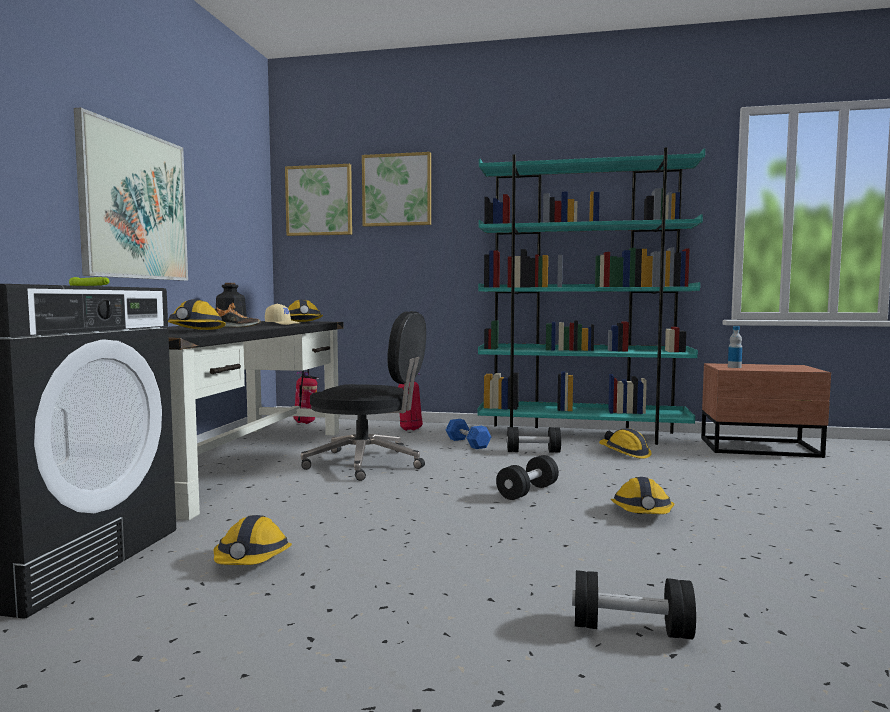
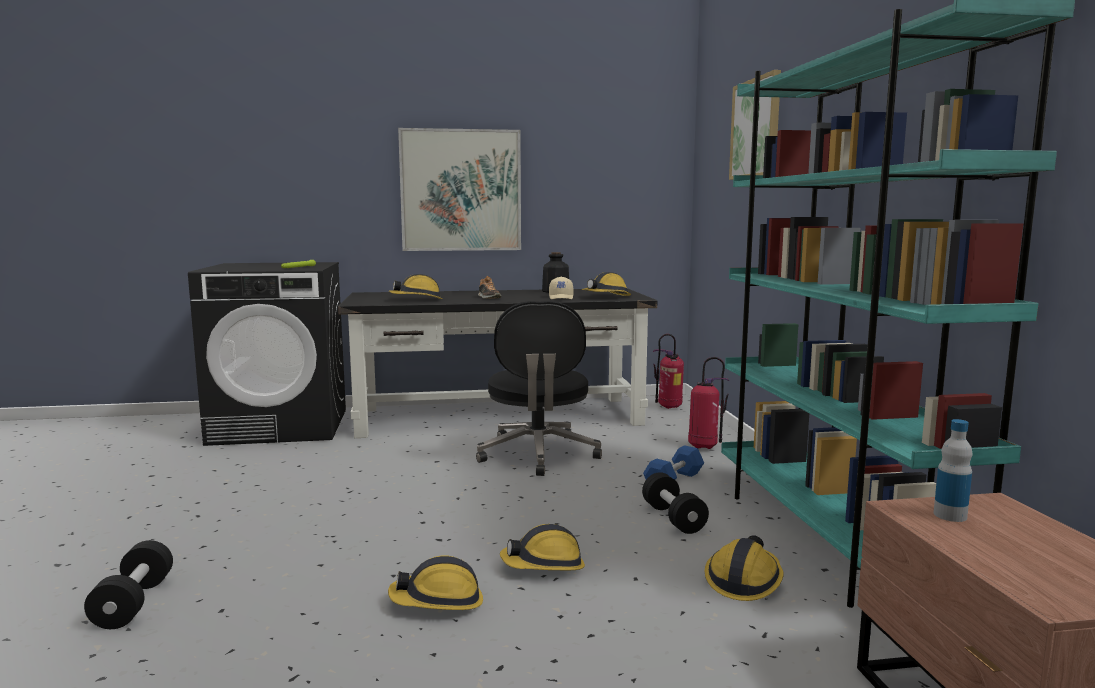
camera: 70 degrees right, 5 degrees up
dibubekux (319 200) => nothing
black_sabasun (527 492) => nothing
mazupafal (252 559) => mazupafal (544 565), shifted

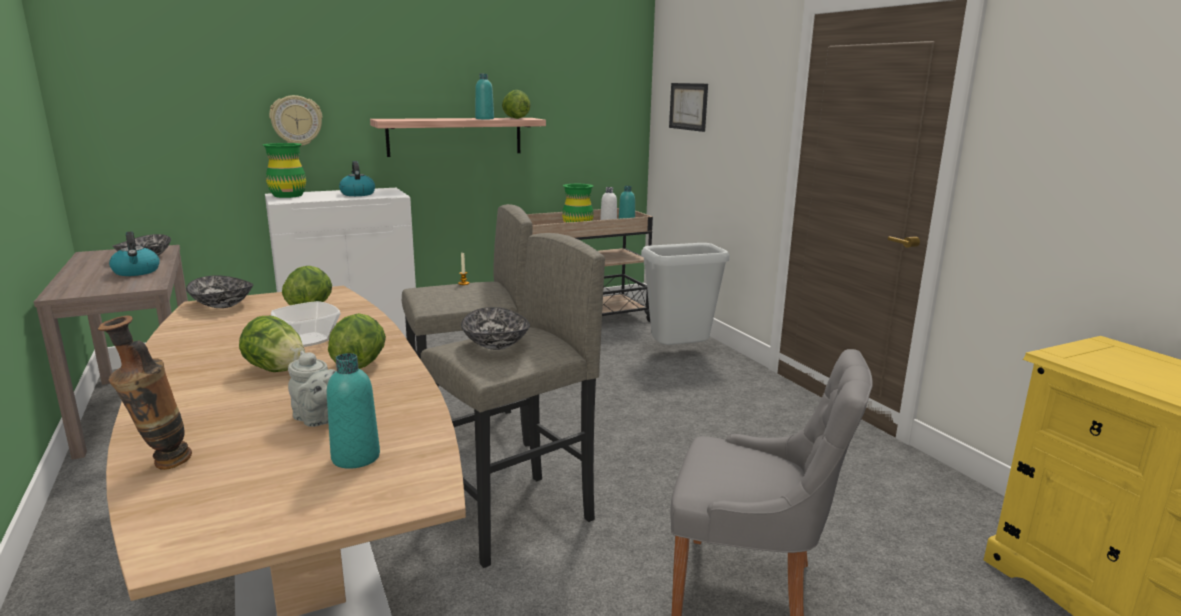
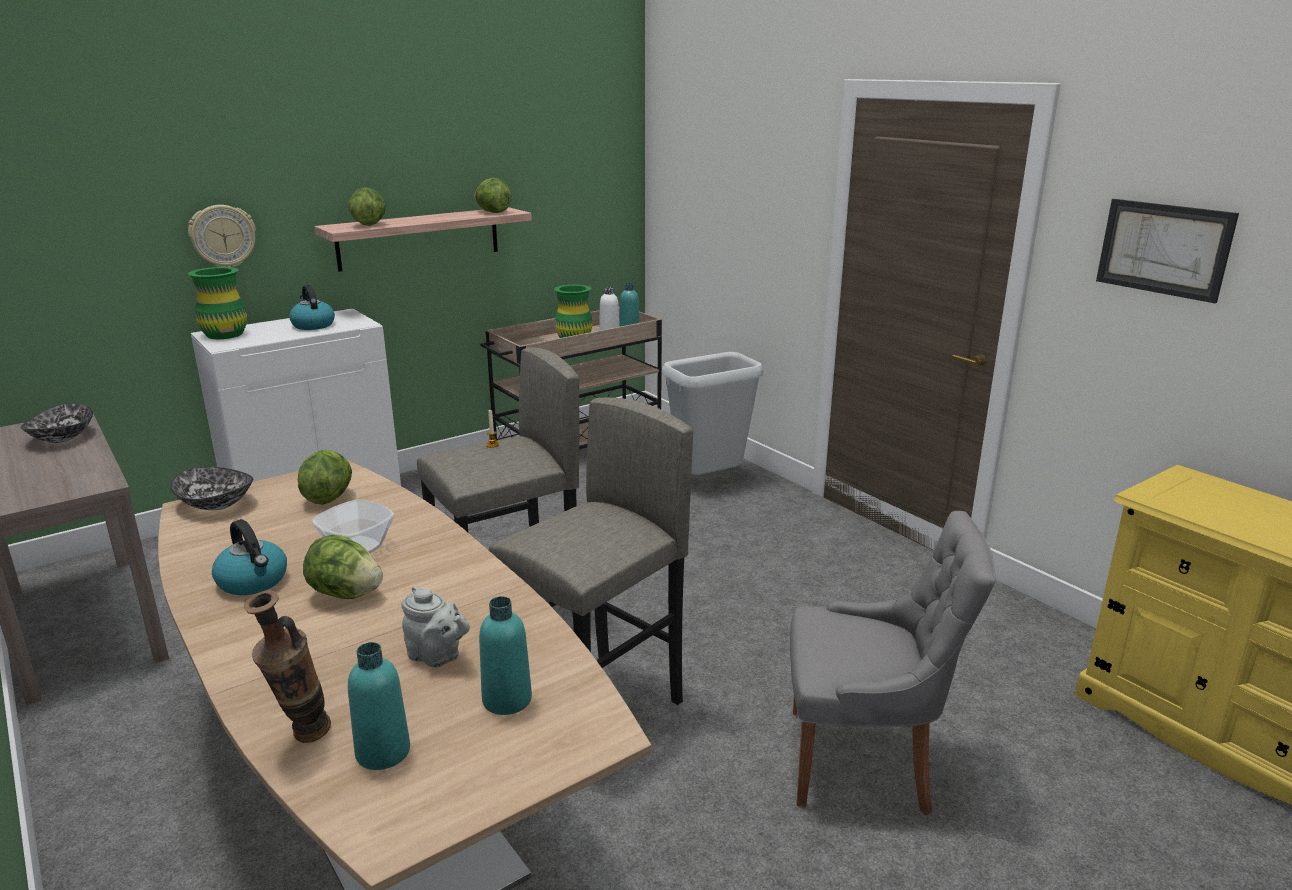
camera: 10 degrees left, 5 degrees up
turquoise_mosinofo (484 119) => turquoise_mosinofo (383 752), shifted
dibubekux (688 106) => dibubekux (1163 249), shifted
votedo (136 272) => votedo (253 581), shifted
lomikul (495 344) => nothing
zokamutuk (359 364) => zokamutuk (369 225), shifted

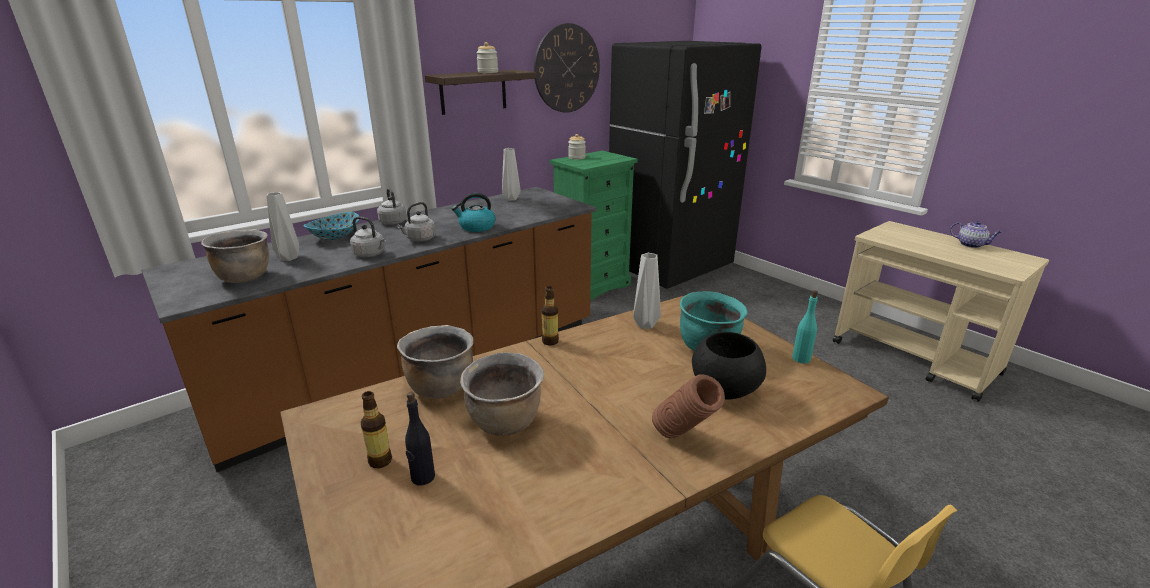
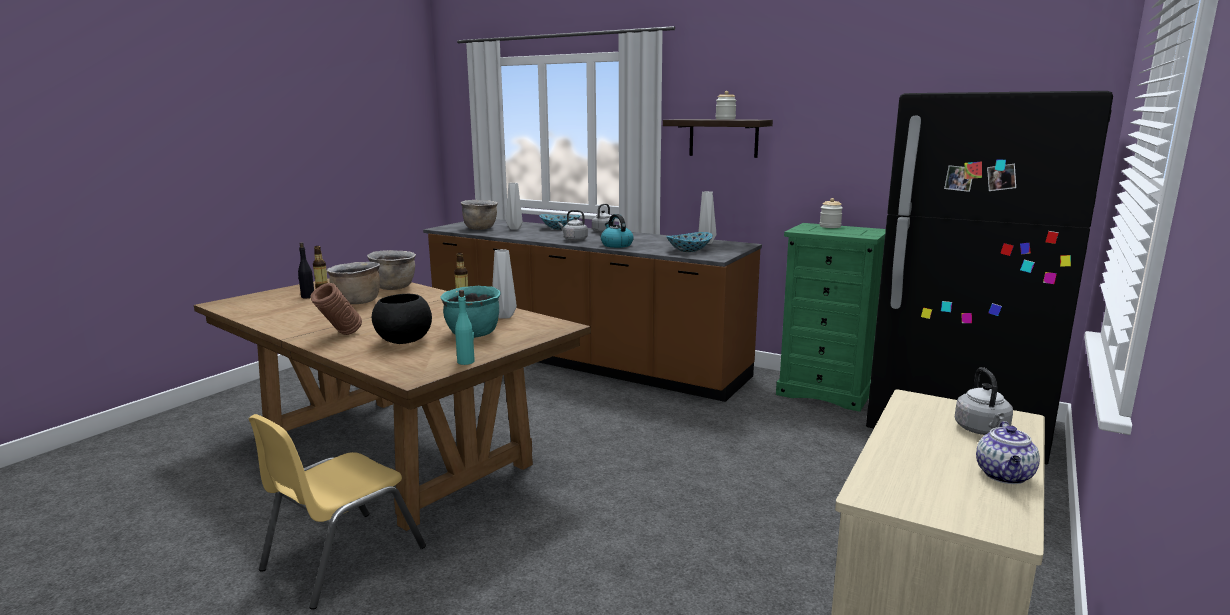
camera: 70 degrees right, 10 degrees down
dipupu (567 69) => nothing
grey_votedo (371 254) => grey_votedo (982 430), shifted
nothing => lomikul (689 250)

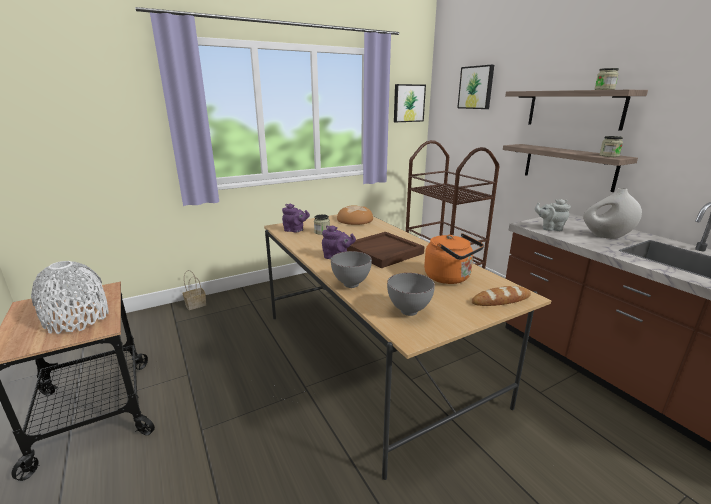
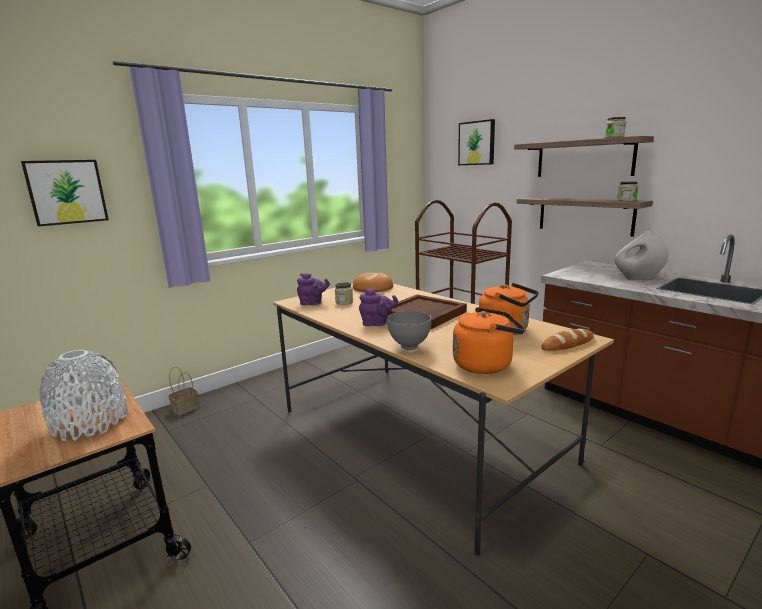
camera: 10 degrees left, 5 degrees down
dibubekux (408 103) => dibubekux (66 192), shifted
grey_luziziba (550 228) => nothing
grey_lomikul (409 312) => orange_votedo (486 364)

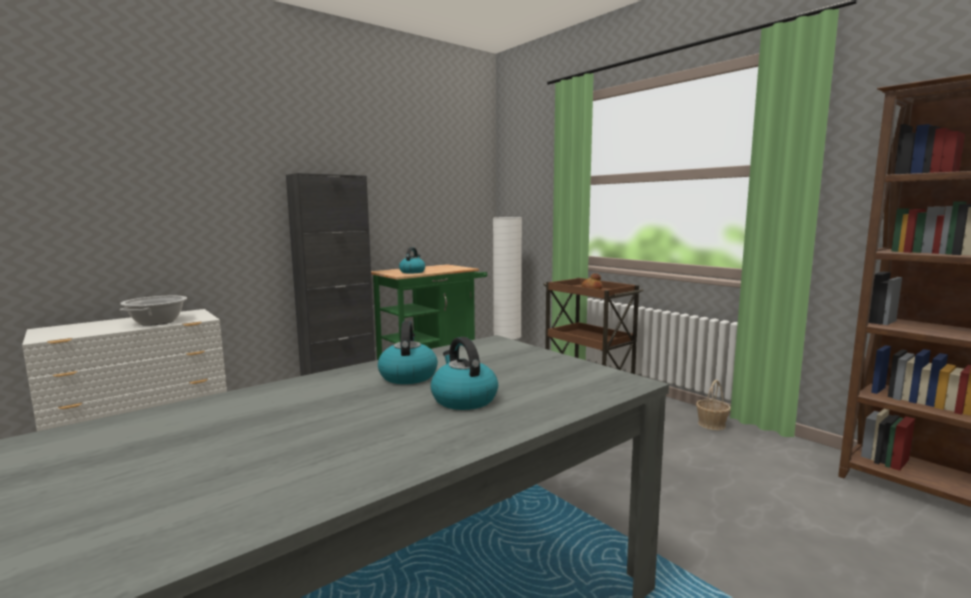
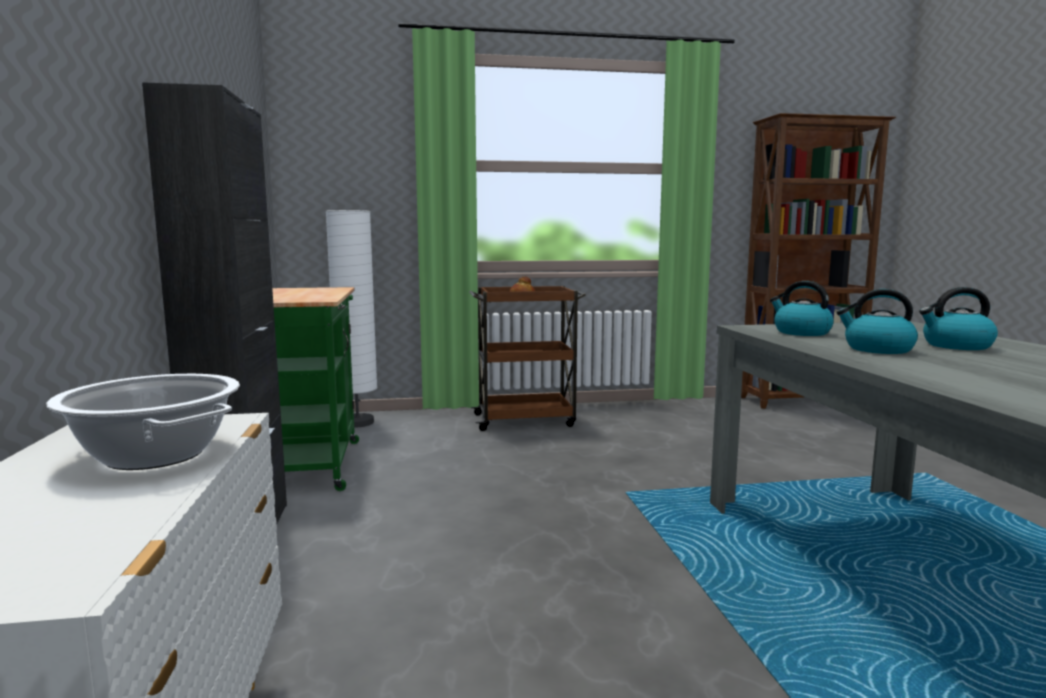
camera: 60 degrees left, 0 degrees up
votedo (412 272) => votedo (801 332), shifted
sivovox (711 424) => nothing

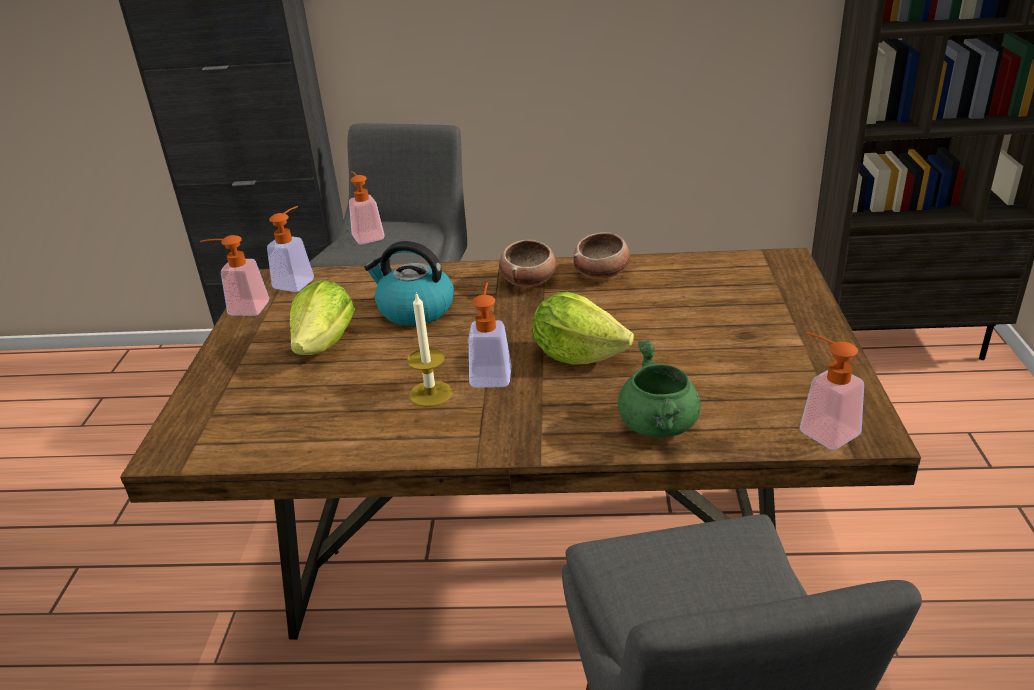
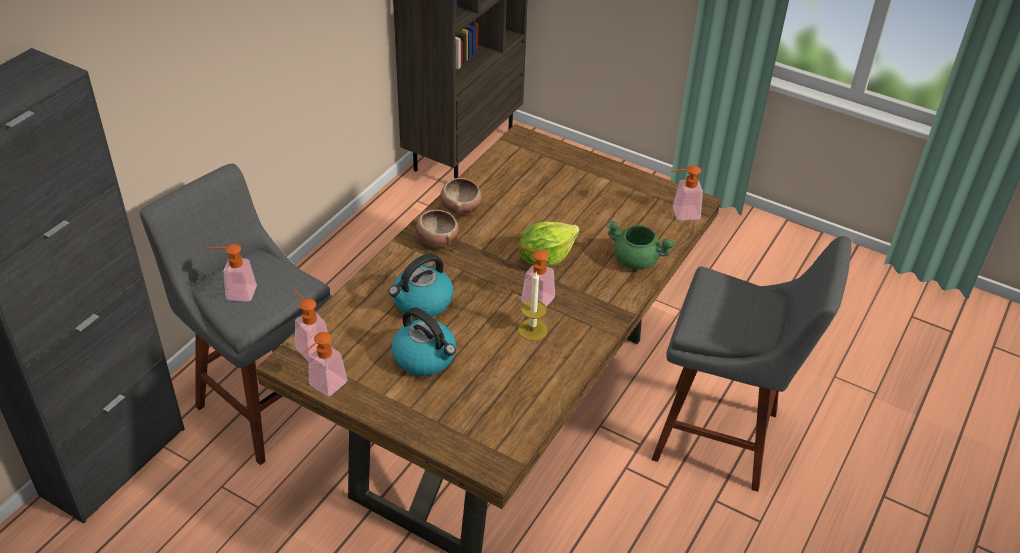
camera: 65 degrees left, 10 degrees up
zokamutuk (325 344) => votedo (425 357)

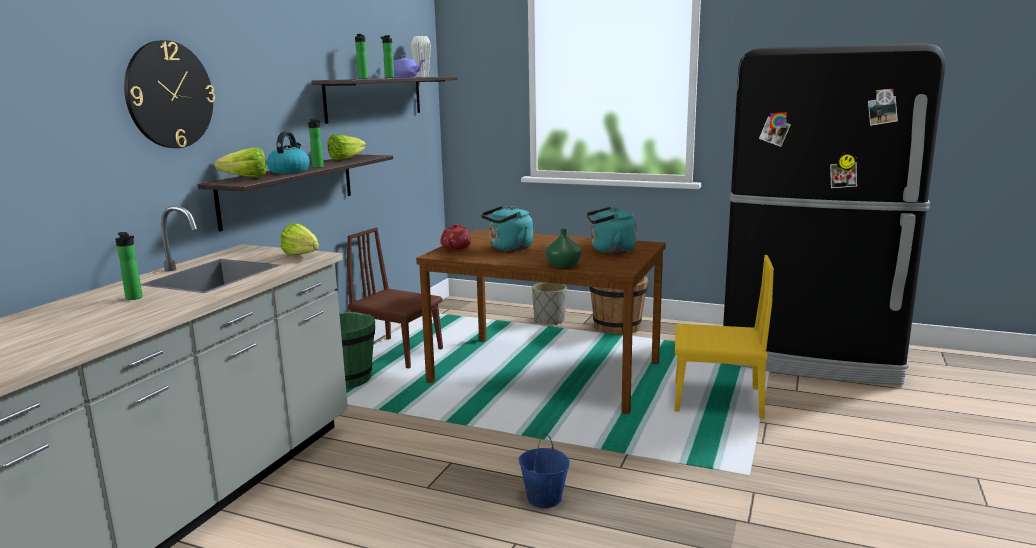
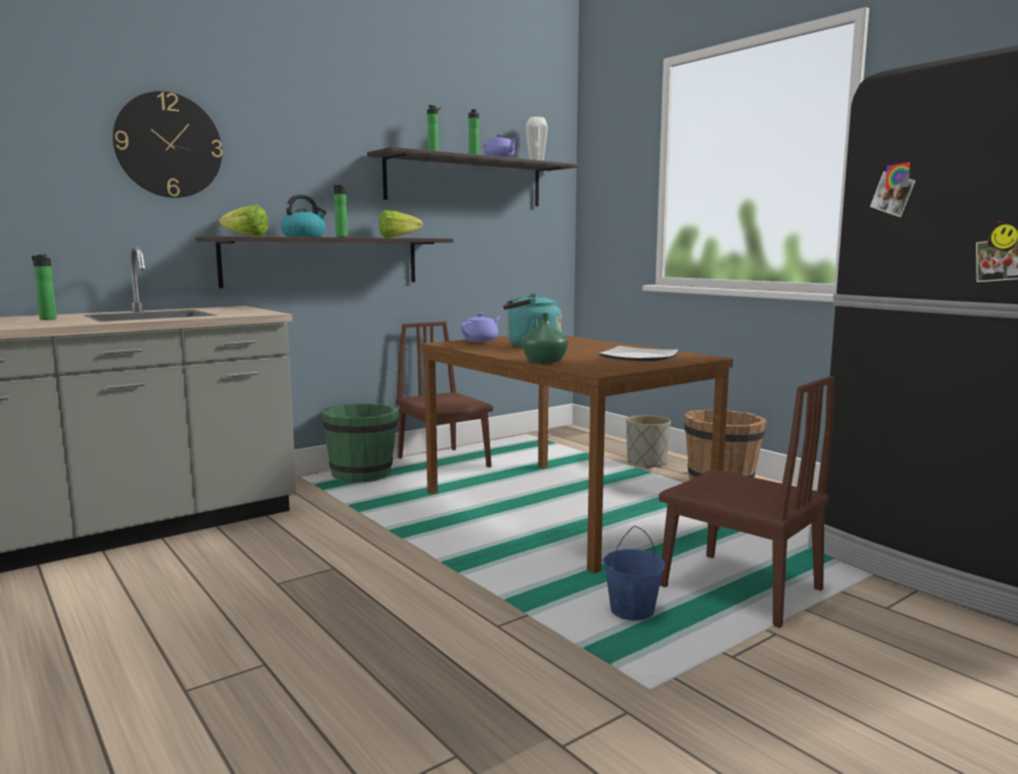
camera: 30 degrees right, 5 degrees down
turquoise_votedo (610 250) => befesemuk (638 357)
zokamutuk (303 256) => nothing
red_luziziba (456 247) => purple_luziziba (481 340)
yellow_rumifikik (717 400) => brown_rumifikik (740 588)
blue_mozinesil (543 498) => blue_mozinesil (631 611), shifted

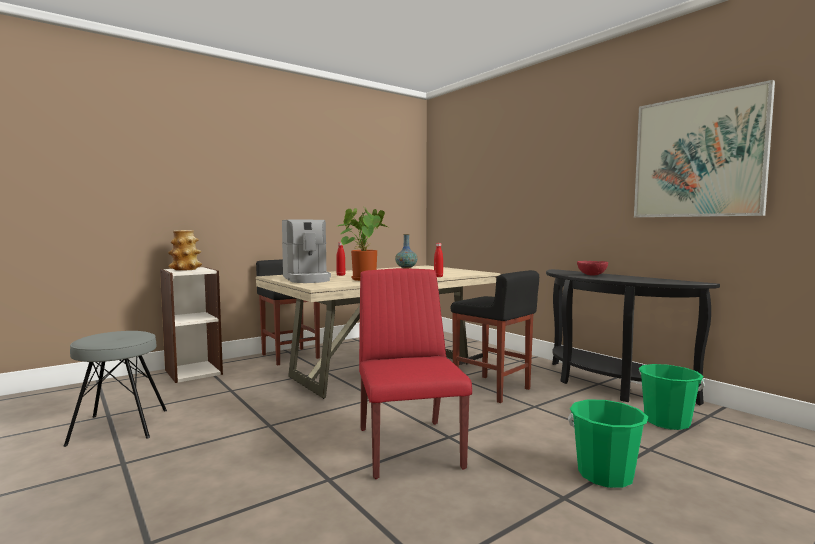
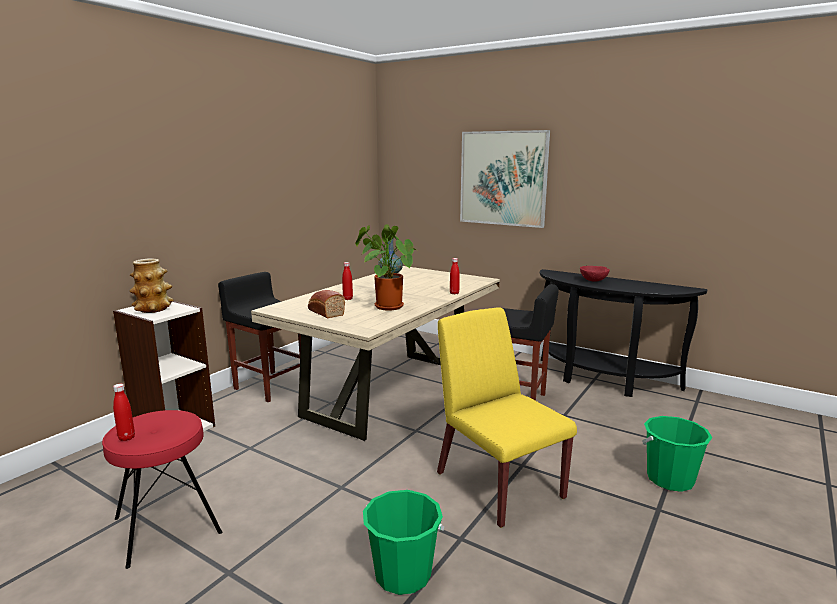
camera: 20 degrees left, 10 degrees up
dibubekux (698 156) => dibubekux (503 178), shifted
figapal (307 279) => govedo (325 312)
red_rumifikik (408 447) => yellow_rumifikik (498 484)
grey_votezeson (120 427) => red_votezeson (167 525)
green_mozinesil (667 422) => green_mozinesil (403 574), shifted
nothing => red_mosinofo (126 438)

